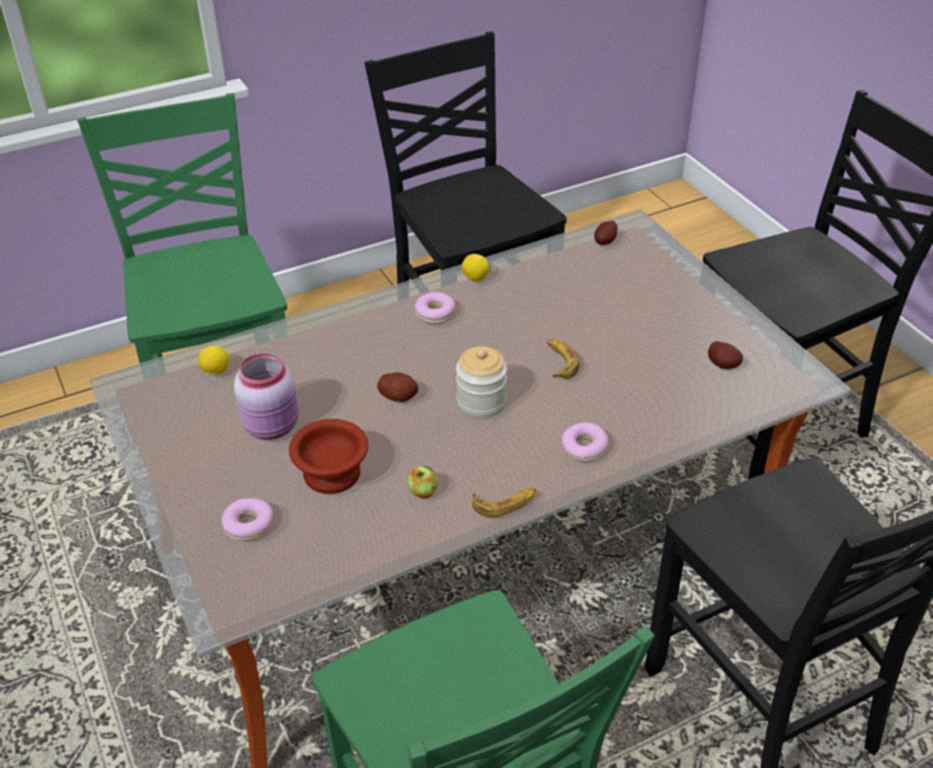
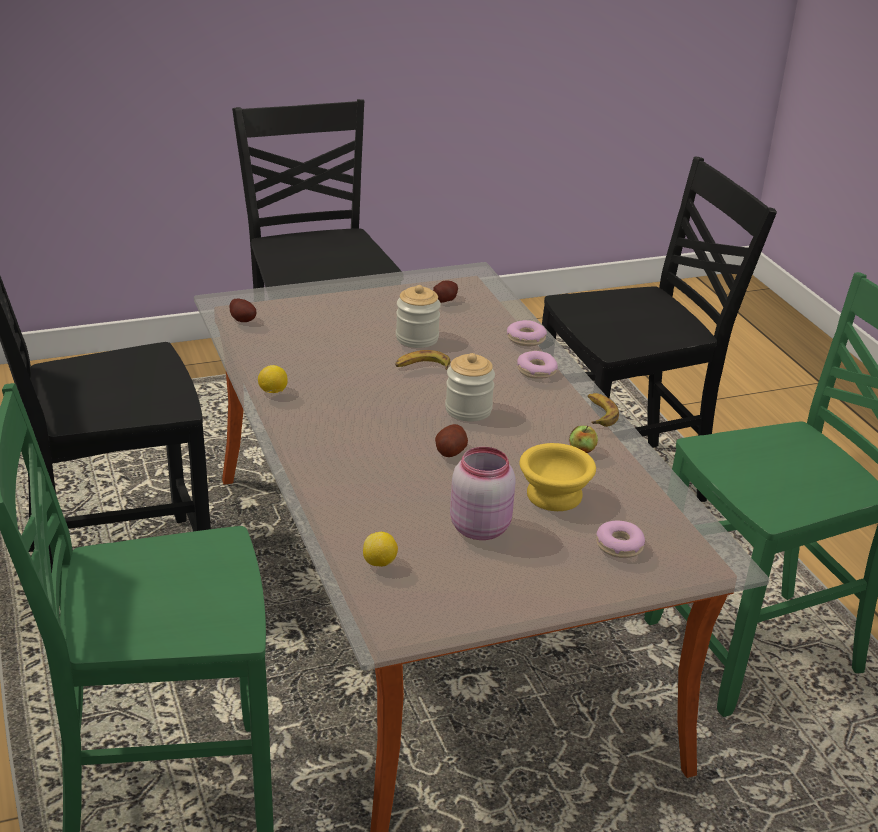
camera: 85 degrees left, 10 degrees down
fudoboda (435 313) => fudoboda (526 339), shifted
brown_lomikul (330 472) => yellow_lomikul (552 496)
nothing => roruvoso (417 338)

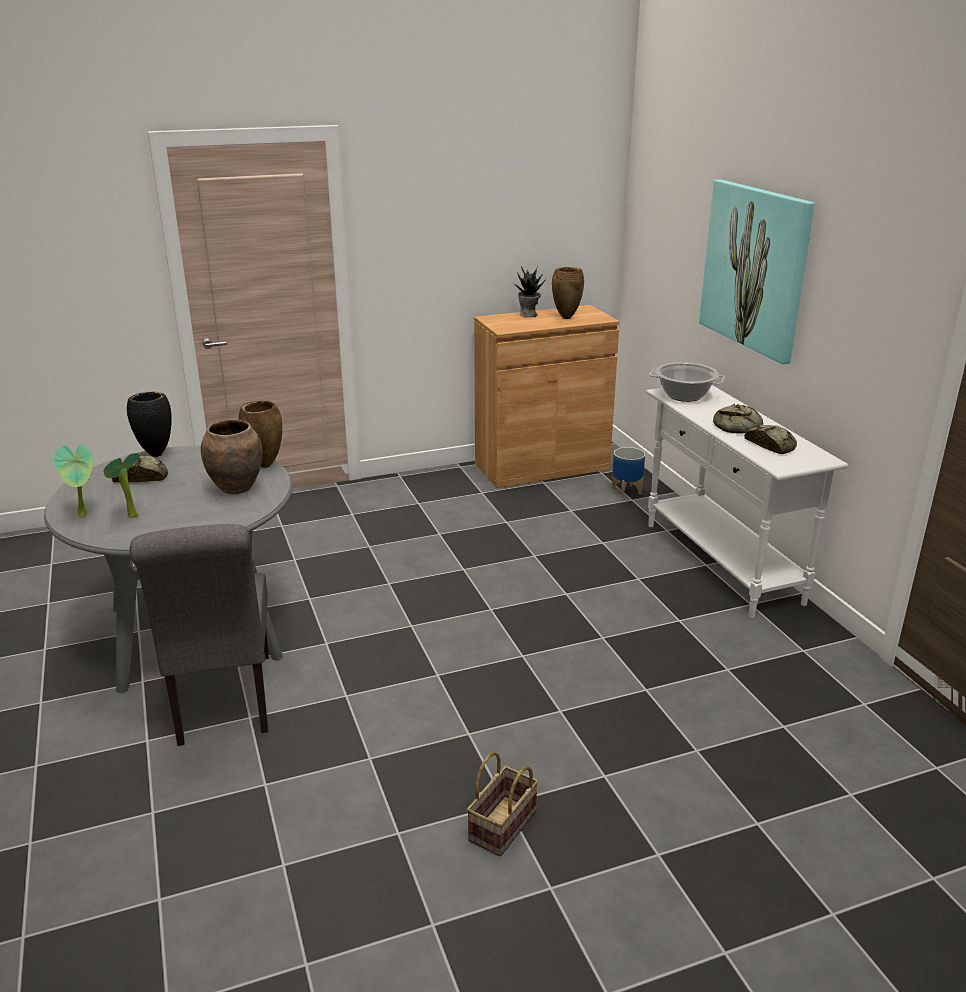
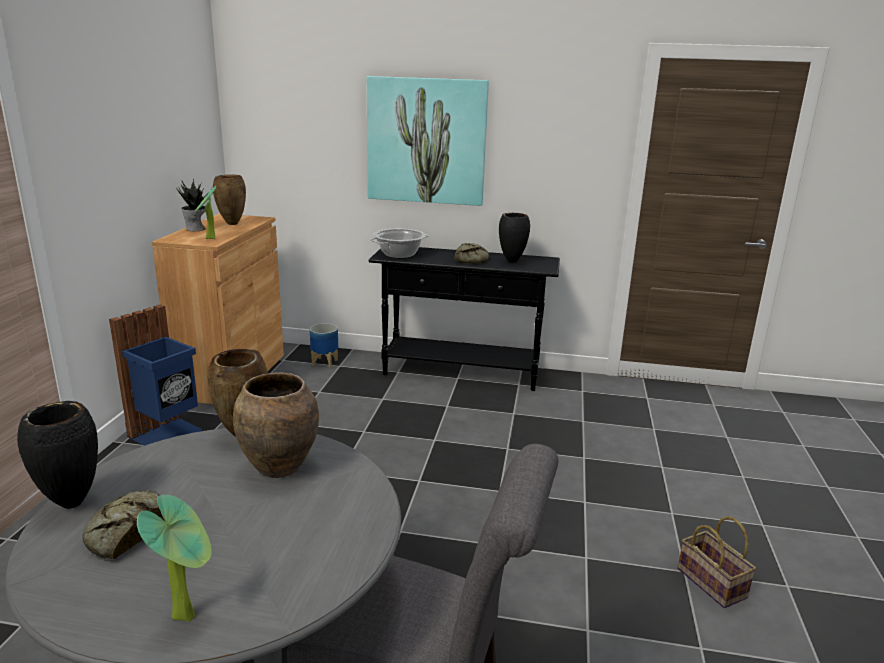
camera: 60 degrees left, 5 degrees down
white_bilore (721 563) => black_bilore (461 373)
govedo (771 445) => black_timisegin (511 261)
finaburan (130 516) => finaburan (209 239), shifted
nothing => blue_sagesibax (168 434)

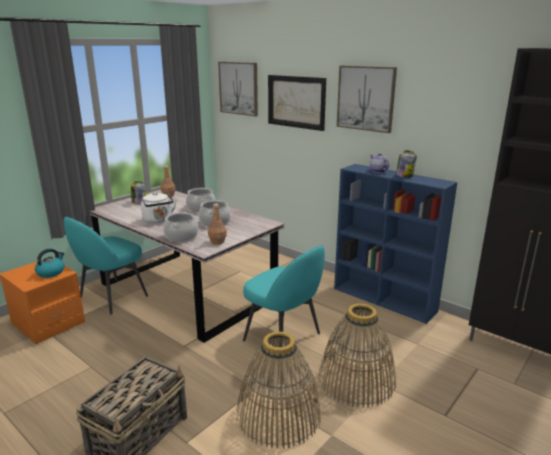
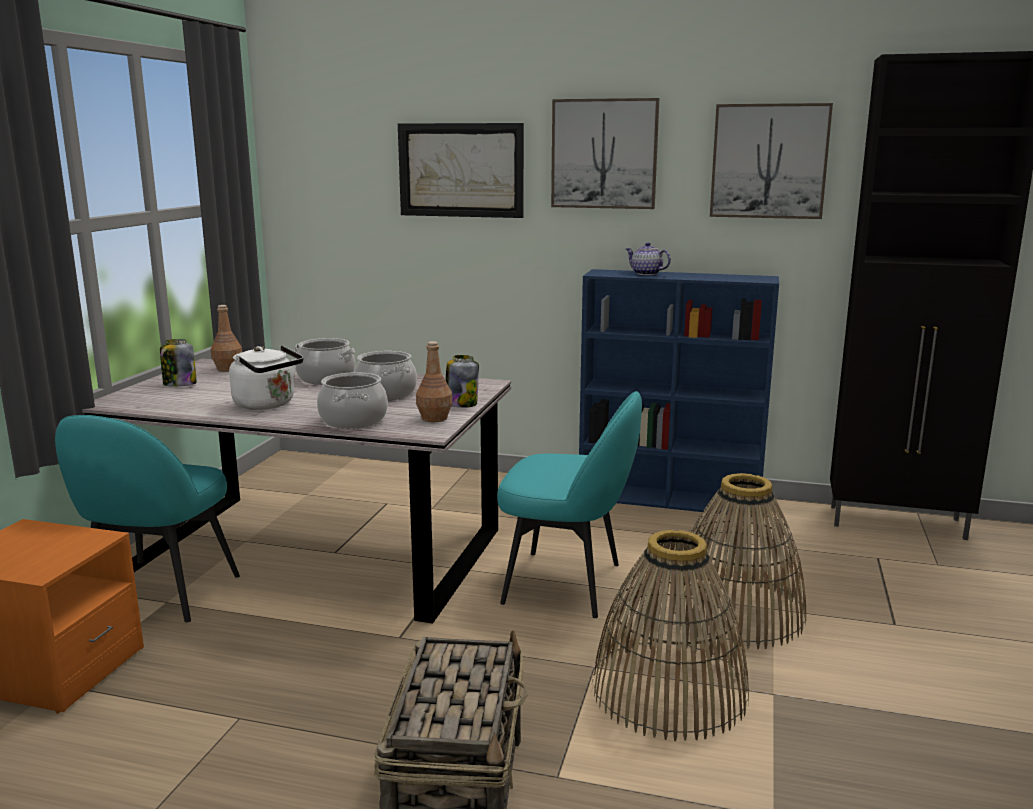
camera: 25 degrees left, 5 degrees down
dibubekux (239 88) => dibubekux (769 161), shifted
roruvoso (404 175) => roruvoso (461 404), shifted
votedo (51 272) => nothing

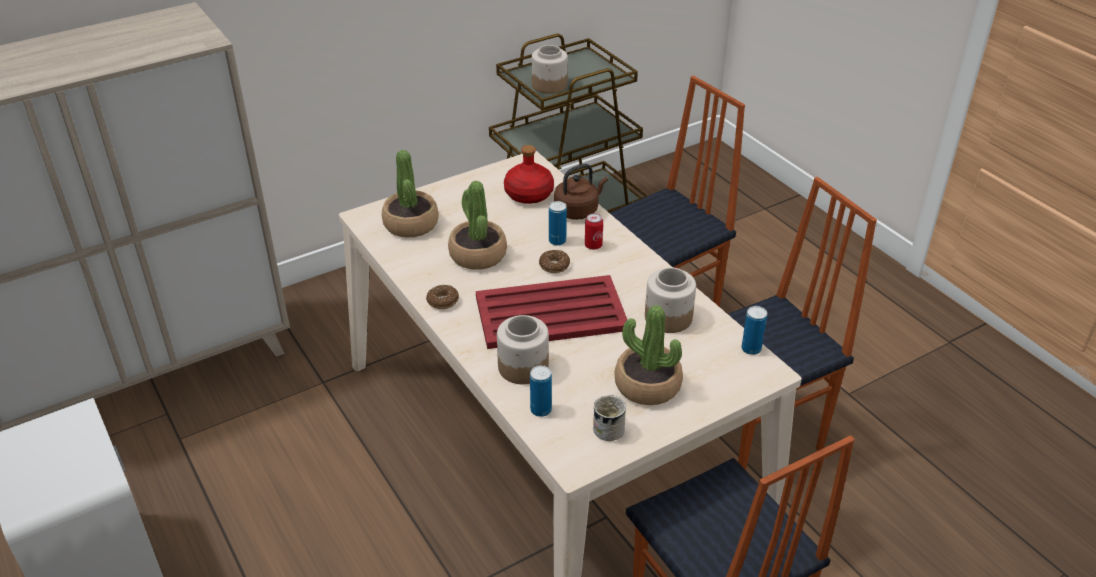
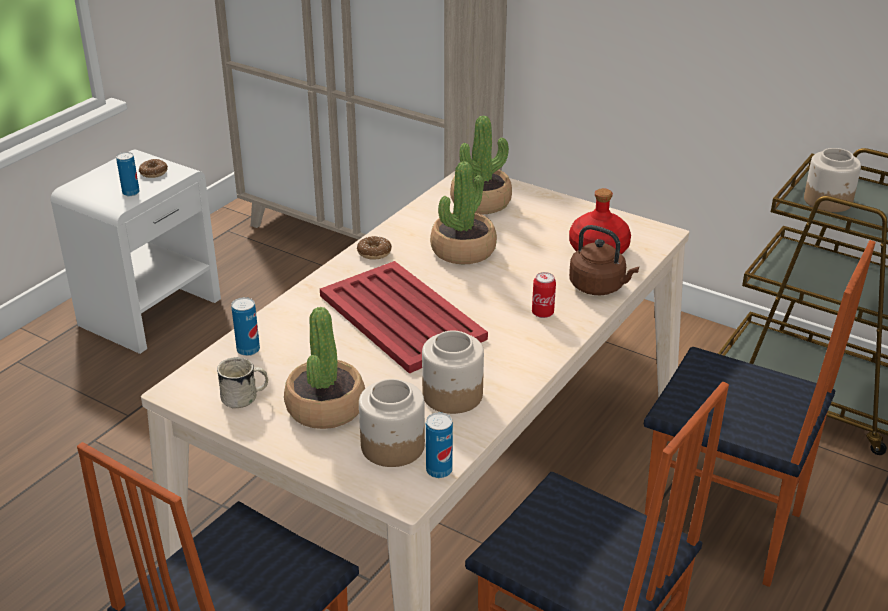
camera: 65 degrees right, 5 degrees down
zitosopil (557 241) => zitosopil (131 193), shifted
fudoboda (554 265) => fudoboda (154 173), shifted
roruvoso (522 367) => roruvoso (392 446), shifted

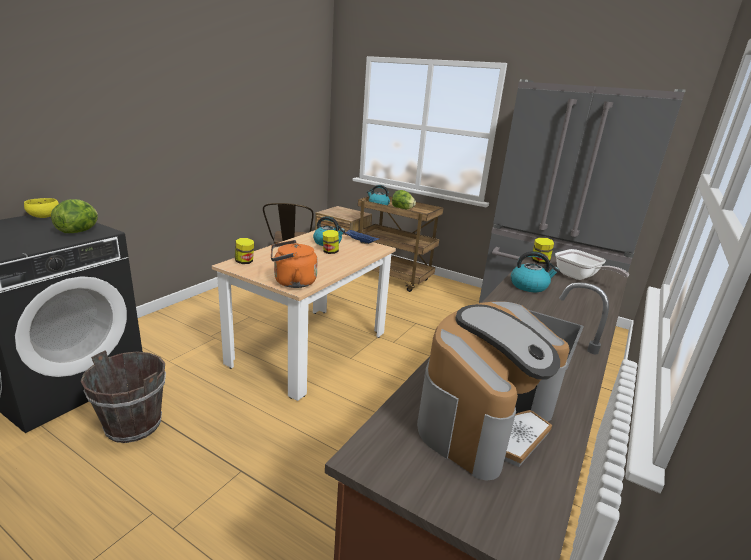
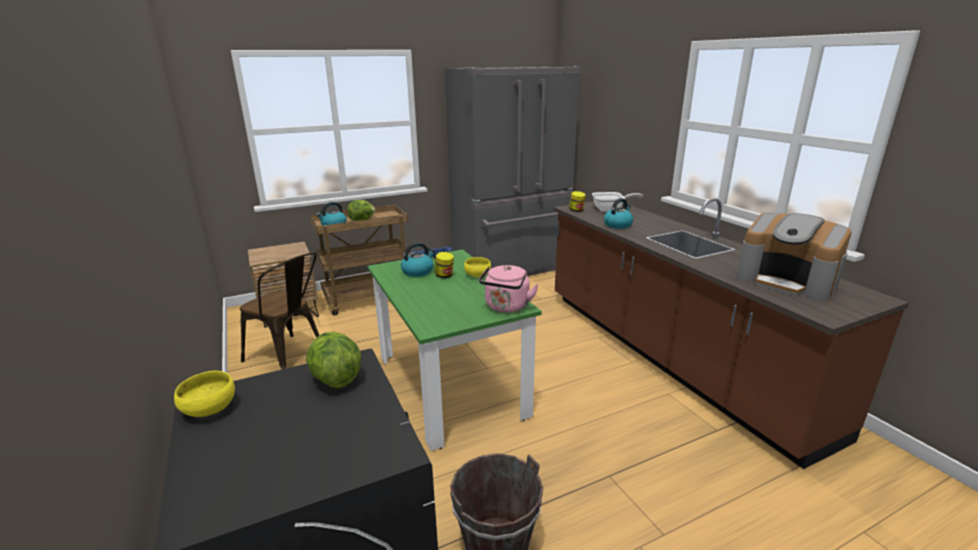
camera: 55 degrees left, 0 degrees up
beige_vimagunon (310 348) => green_vimagunon (450 385)
roruvoso (244 262) => nothing
orange_votedo (292 282) => pink_votedo (506 307)
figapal (484 419) => figapal (787 281), 150 degrees clockwise
nothing => yellow_lomikul (478 275)

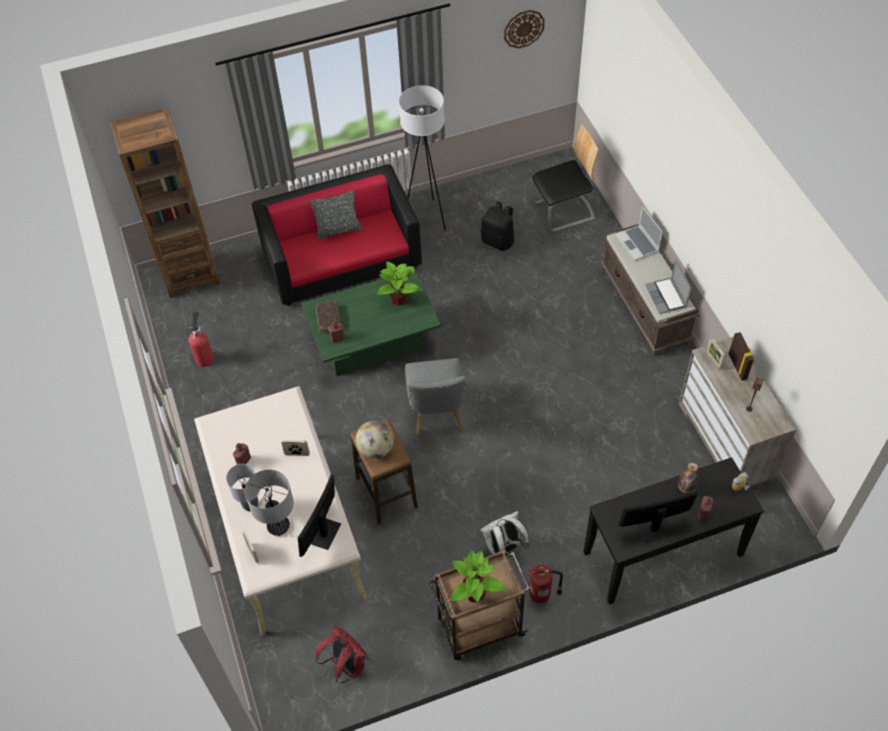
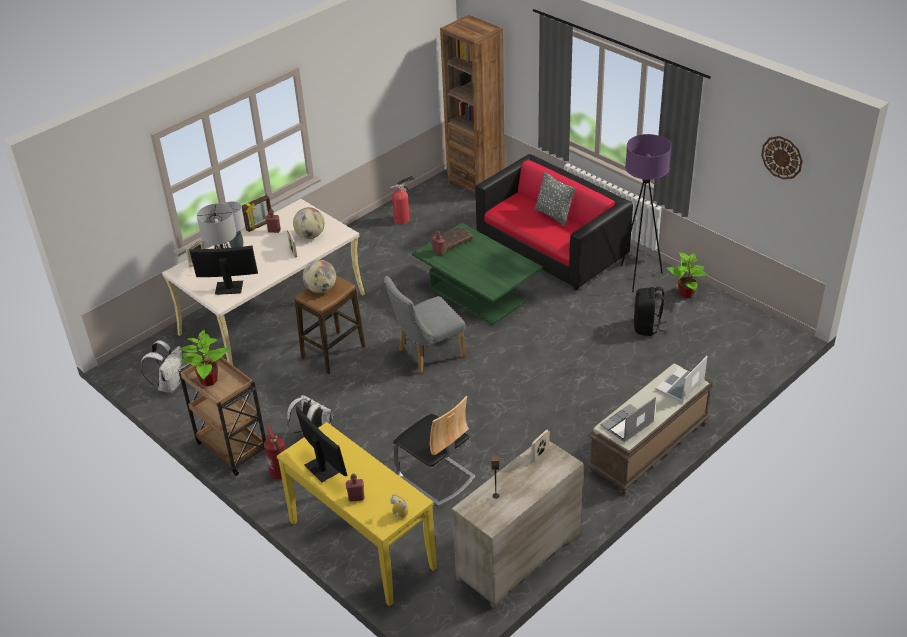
camera: 65 degrees right, 15 degrees down
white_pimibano (427 217) => purple_pimibano (638 277)
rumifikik (563 211) => rumifikik (435 477), shifted
finaburan (399 299) => finaburan (686 294), shifted
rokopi (738 366) => rokopi (260 226), shifted
black_bilore (663 554) => yellow_bilore (361 544)
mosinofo (686 488) => nothing
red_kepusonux (346 665) => white_kepusonux (170 385)
nothing => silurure (310 236)

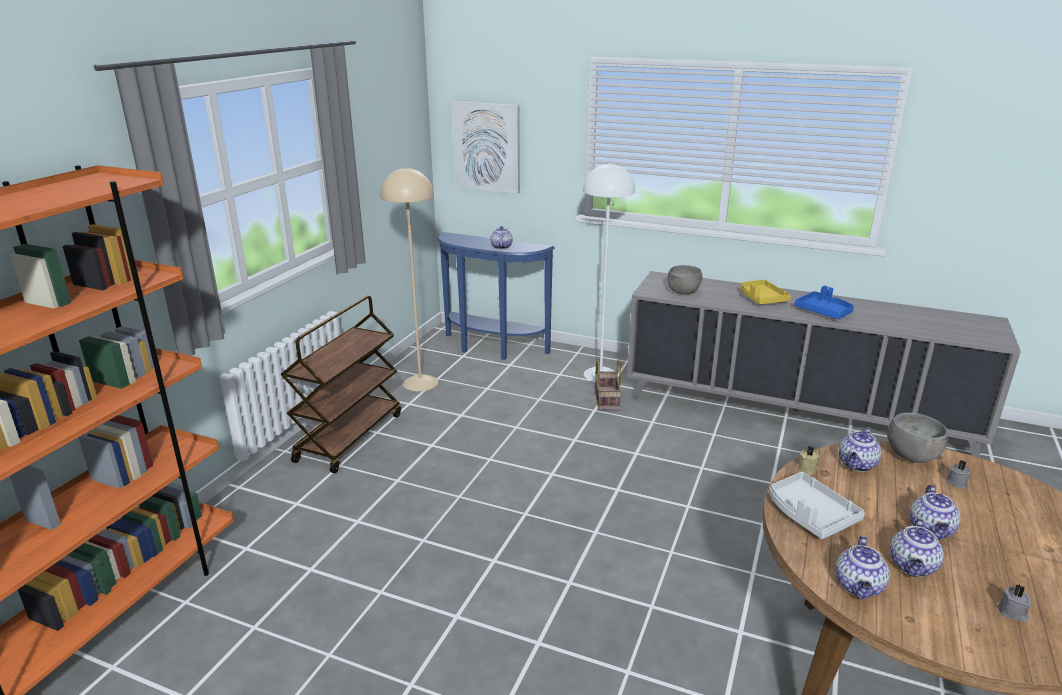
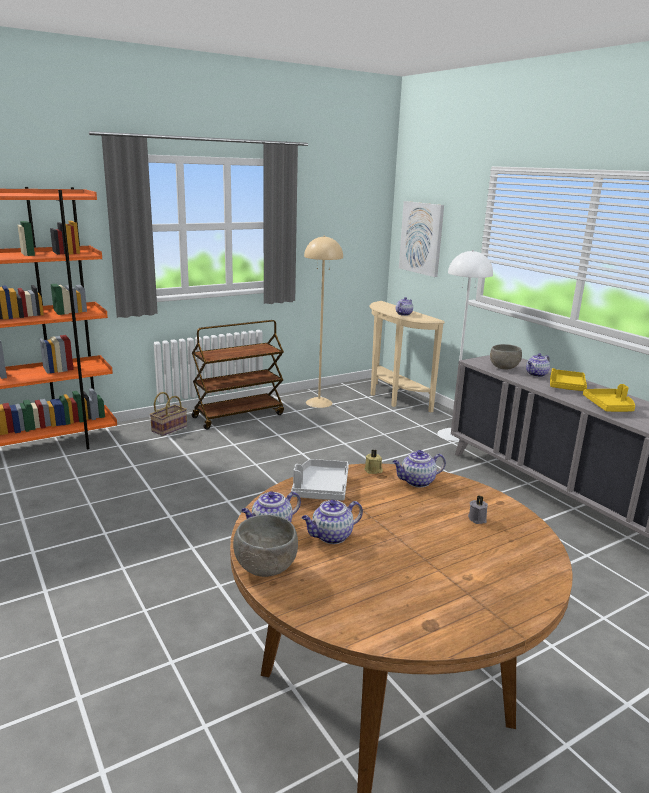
camera: 35 degrees right, 5 degrees down
blue_bilore (491 349) => beige_bilore (393 398)
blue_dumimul (823 312) => yellow_dumimul (609 407)
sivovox (606 400) => sivovox (169 428), shifted
grey_lomikul (912 457) => grey_lomikul (265 568), shifted
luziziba (931 530) => luziziba (536 375), shifted
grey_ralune (1012 613) => nothing

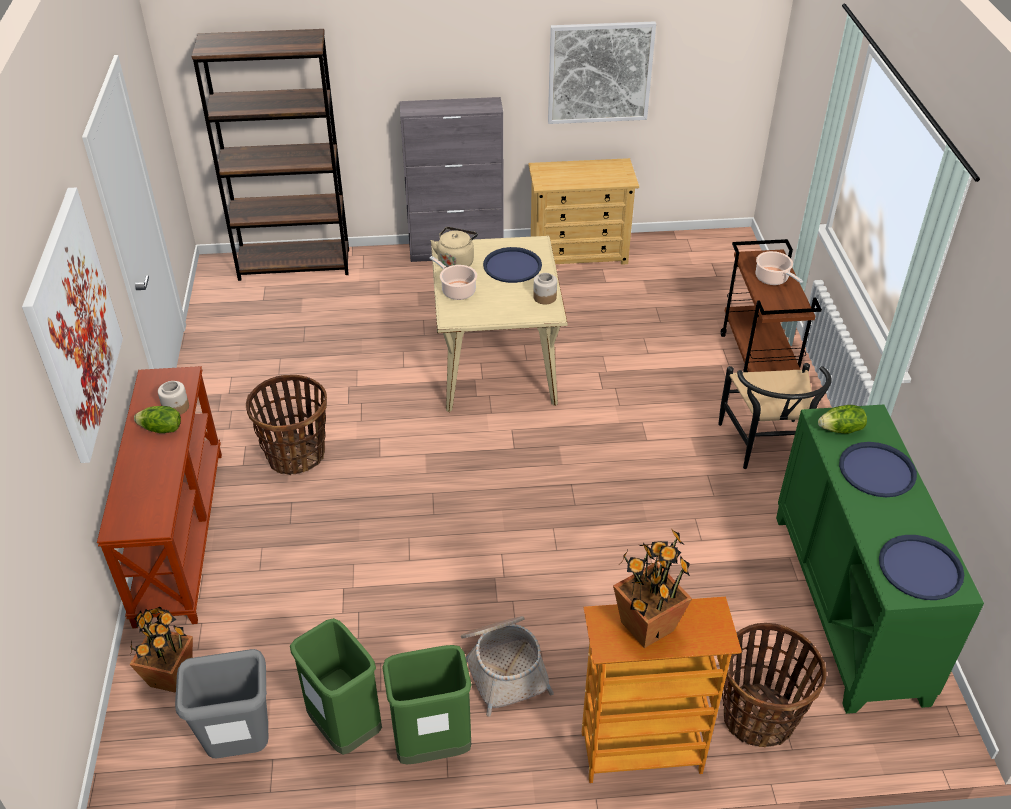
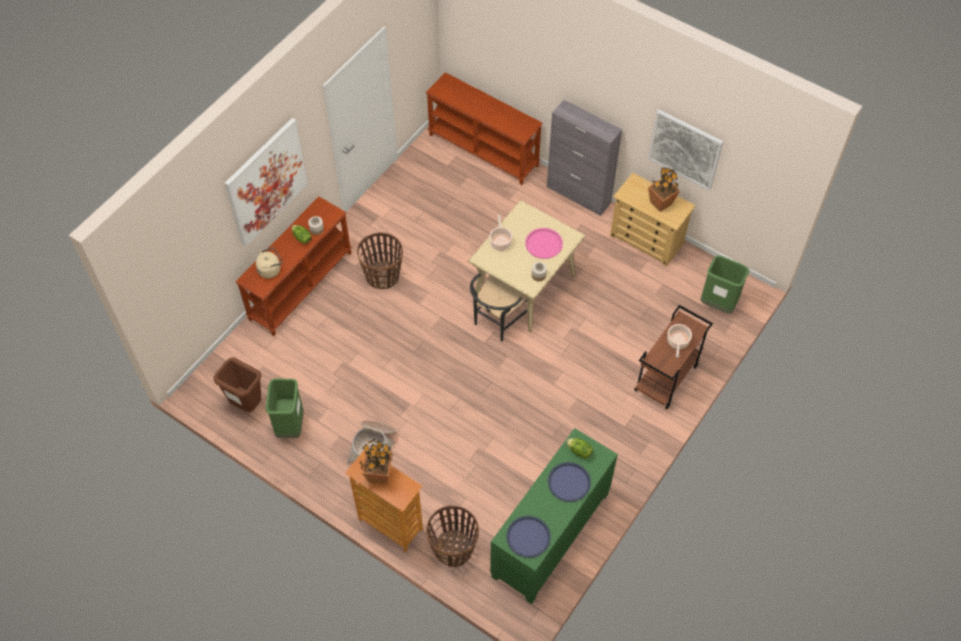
camera: 40 degrees right, 15 degrees up
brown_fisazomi (295 264) => brown_bilore (484 150)
beige_votedo (456 262) => beige_votedo (270 269), shifted
blue_dumimul (512 266) => pink_dumimul (544 244)
black_rumifikik (765 448) => black_rumifikik (497 322), shifted
finaburan (171 676) => finaburan (661 203), shifted
green_sagesibax (432 746) => green_sagesibax (718 304), shifted
grey_sagesibax (240 748) => brown_sagesibax (246 404)

